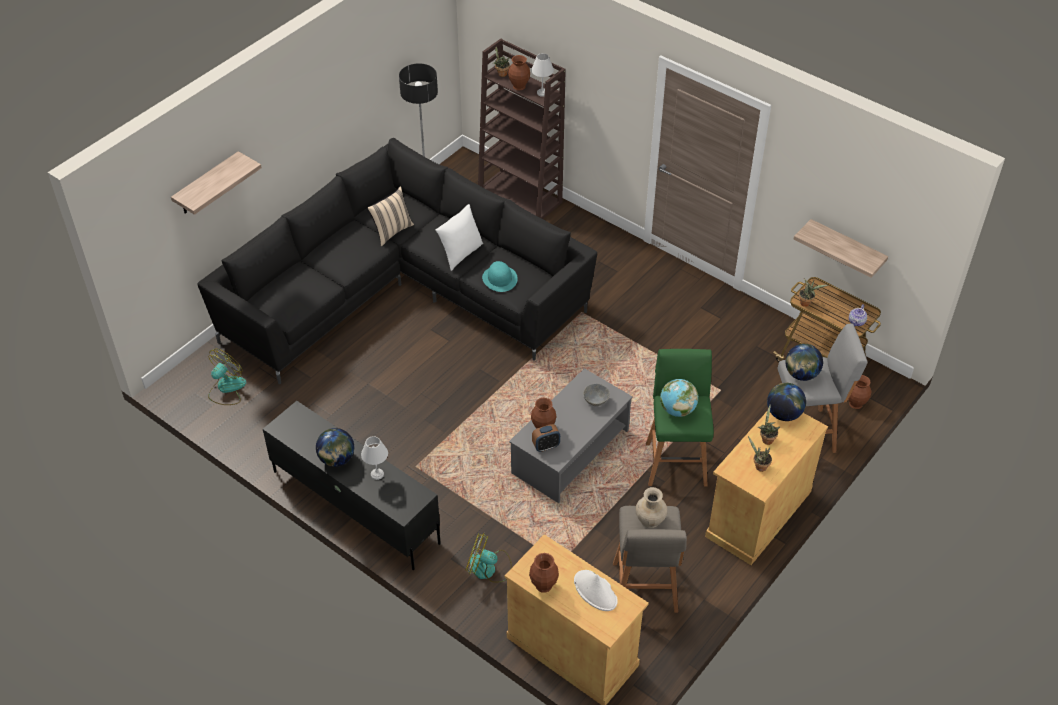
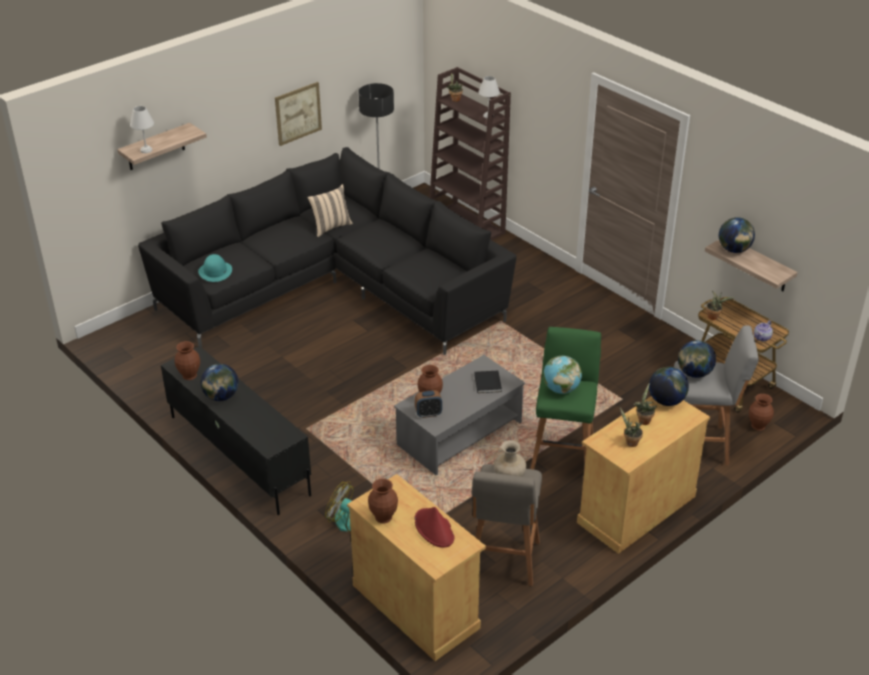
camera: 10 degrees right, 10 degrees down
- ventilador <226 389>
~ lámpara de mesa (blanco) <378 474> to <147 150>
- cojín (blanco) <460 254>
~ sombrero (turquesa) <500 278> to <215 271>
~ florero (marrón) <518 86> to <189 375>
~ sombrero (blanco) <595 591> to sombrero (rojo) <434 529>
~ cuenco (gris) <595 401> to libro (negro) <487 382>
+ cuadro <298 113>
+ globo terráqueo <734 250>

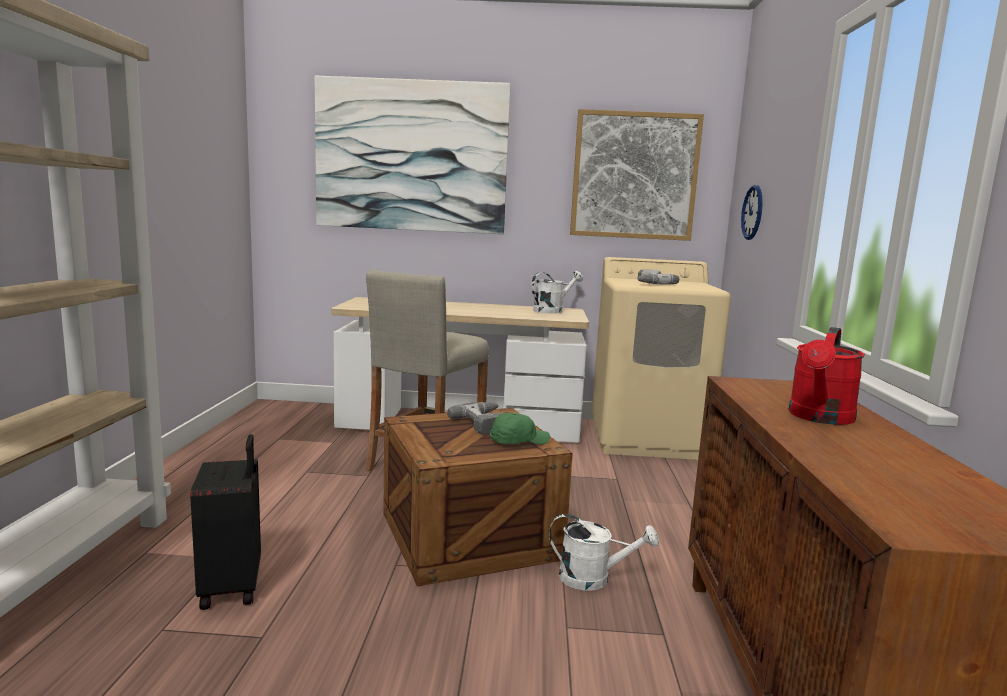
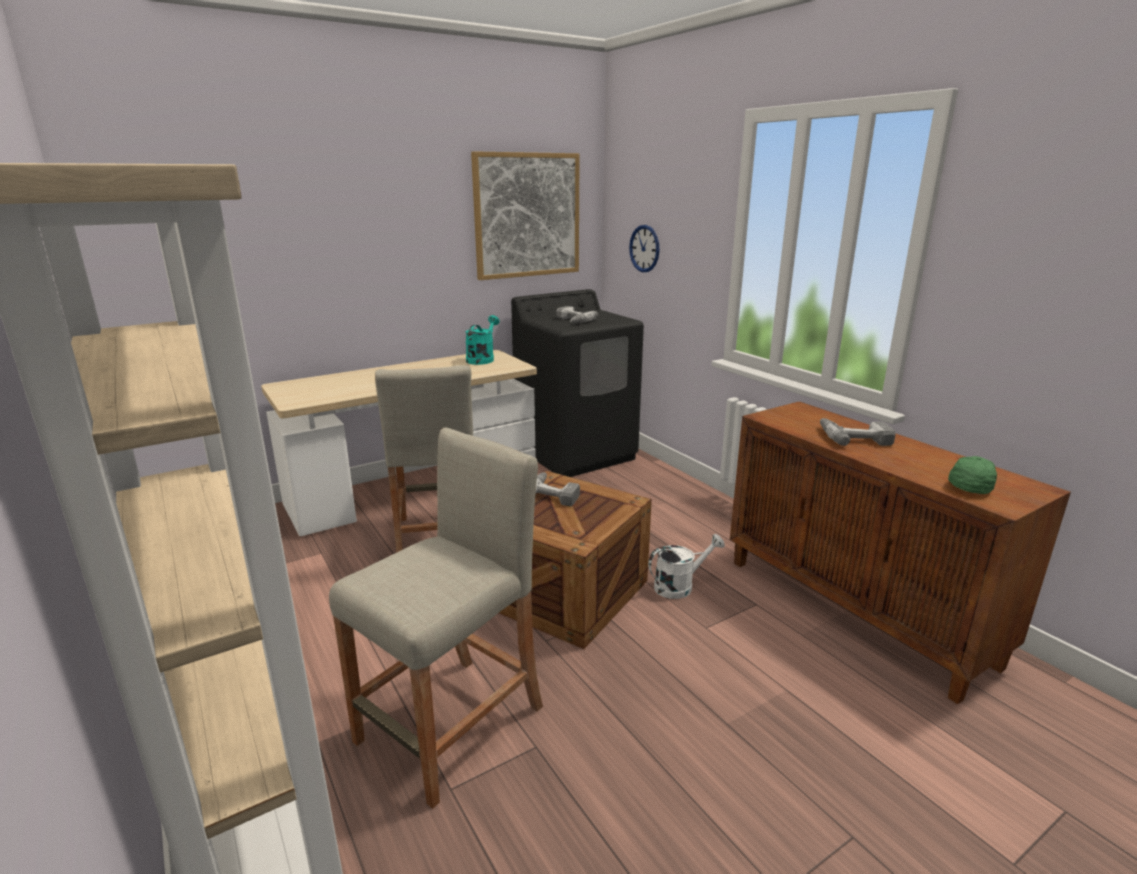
camera: 35 degrees left, 10 degrees up
~ maleta (negro) <233 587> to taburete (beis) <452 725>
- cuadro <411 156>
~ gorra (verde) <518 441> to <970 485>
~ regadera (blanco) <552 310> to regadera (turquesa) <482 359>
~ lavadora (beis) <647 438> to lavadora (negro) <576 453>
~ regadera (rojo) <819 418> to taladro <853 437>

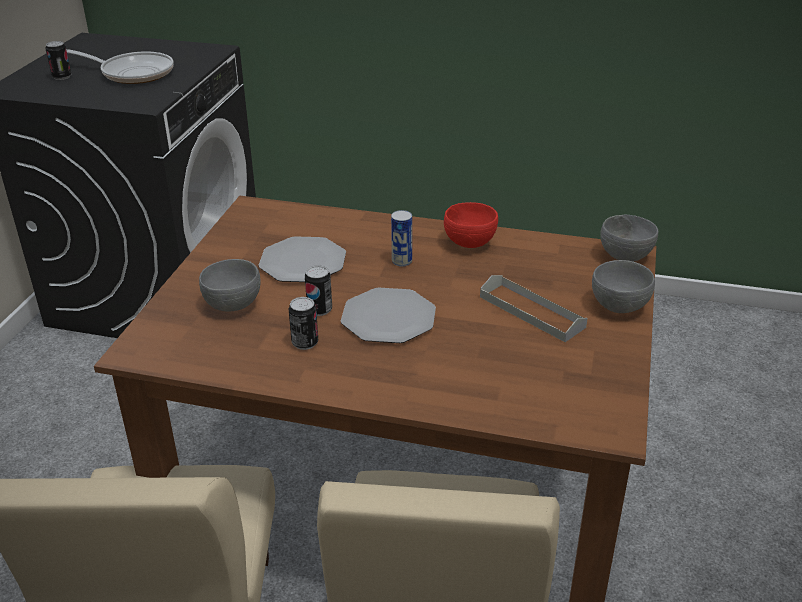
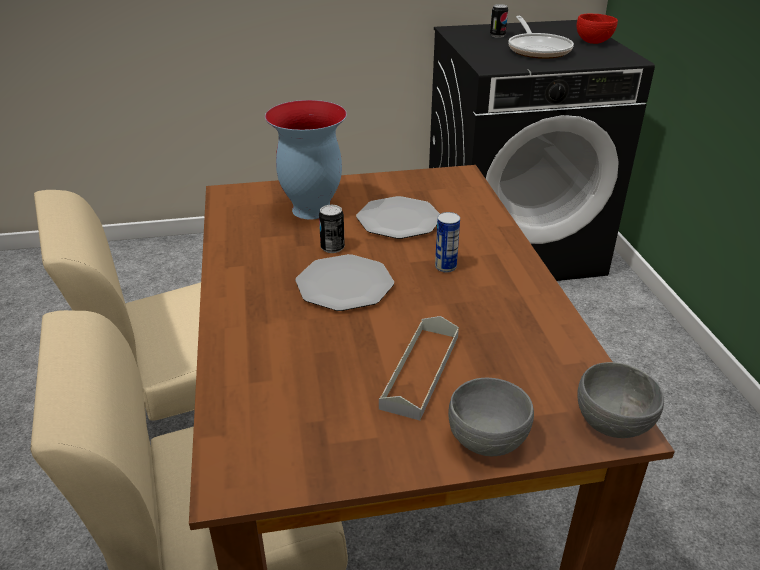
camera: 65 degrees right, 0 degrees up
~ cuenco (gris) <234 305> to florero <311 210>
- lata <305 343>
~ cuenco (rojo) <469 243> to <593 42>

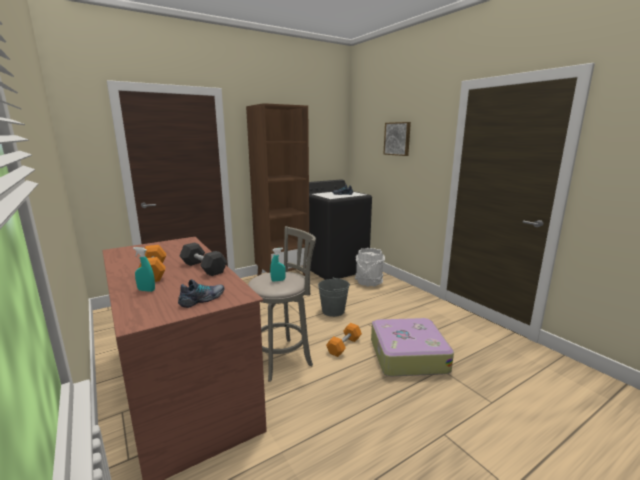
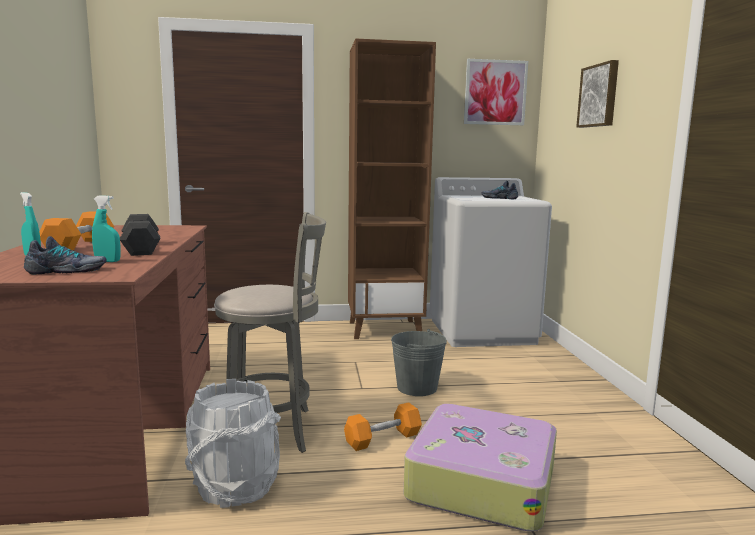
camera: 25 degrees right, 5 degrees down
~ pulverizador (turquesa) <278 280> to <107 261>
~ lavadora (negro) <334 268> to lavadora (blanco) <482 331>
~ cubo (blanco) <369 282> to <235 486>
+ cuadro <495 92>

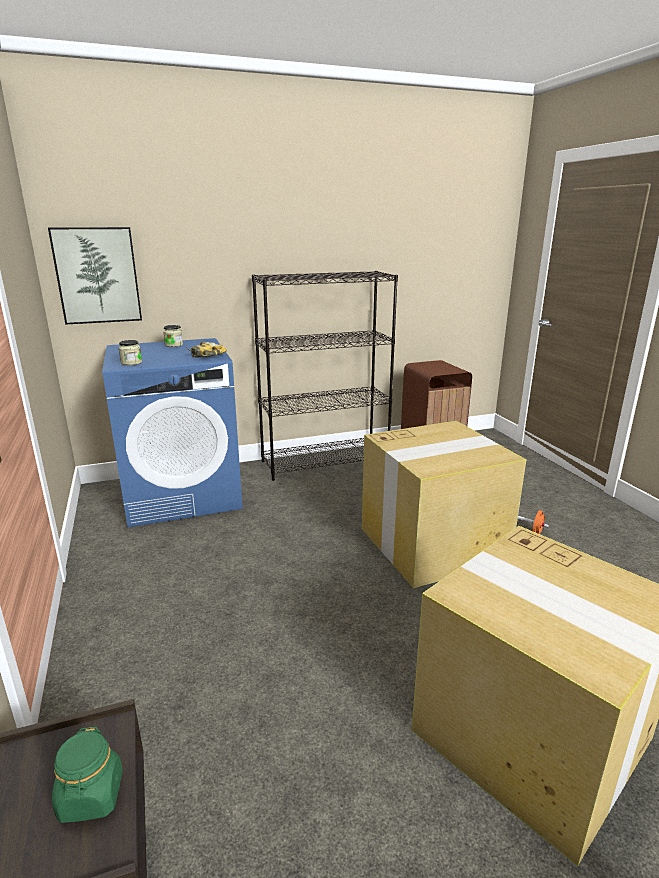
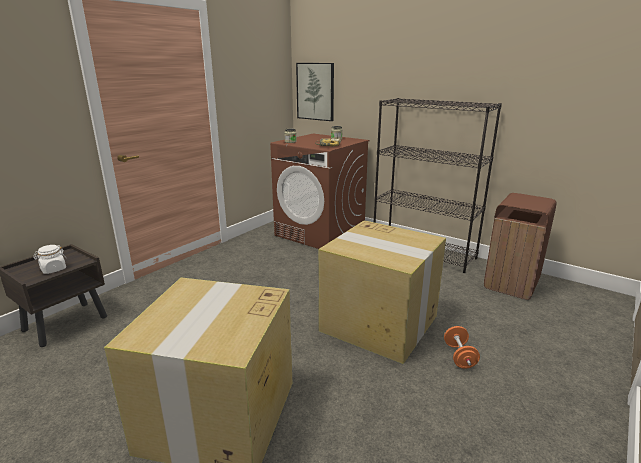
camera: 55 degrees right, 0 degrees up
~ tarro (verde) <91 796> to tarro (blanco) <53 269>
~ lavadora (azul) <183 494> to lavadora (marrón) <320 233>

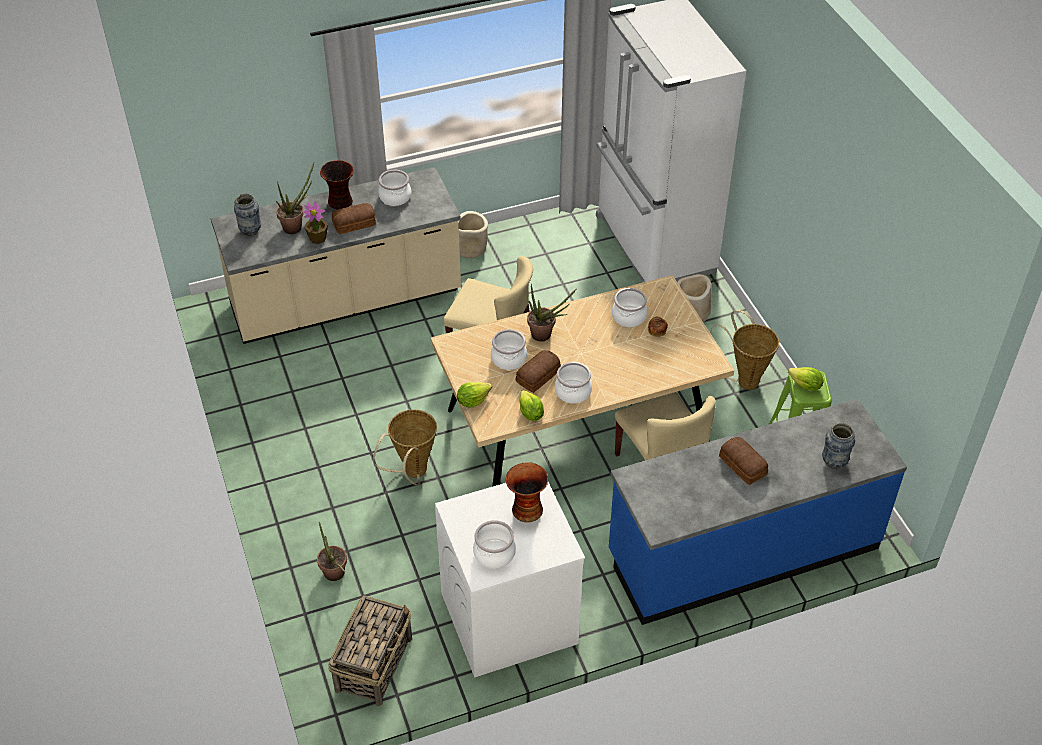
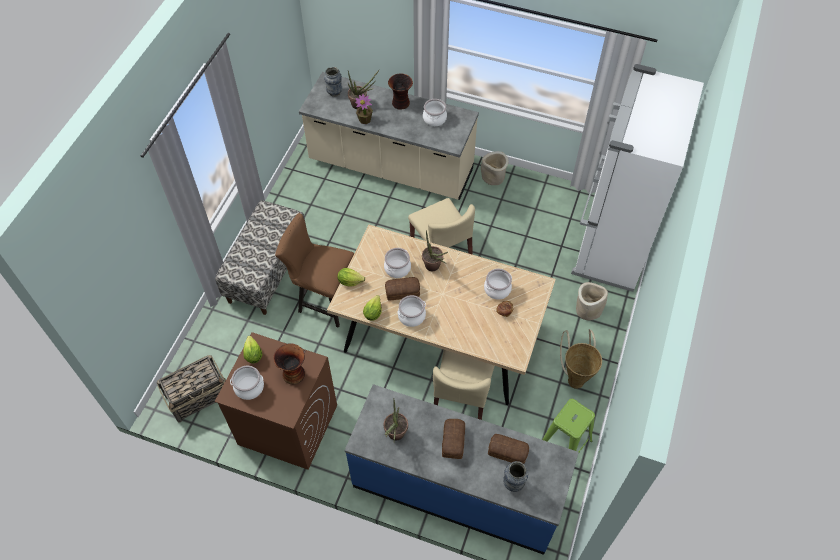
camera: 40 degrees right, 10 degrees up
~ planta en maceta <335 576> to <395 436>
~ pan <355 224> to <508 452>
~ cesta <412 474> to silla (marrón) <323 299>
~ lavadora (blanco) <508 619> to lavadora (marrón) <287 425>
~ lechuga <805 386> to <253 355>
+ banco <267 270>

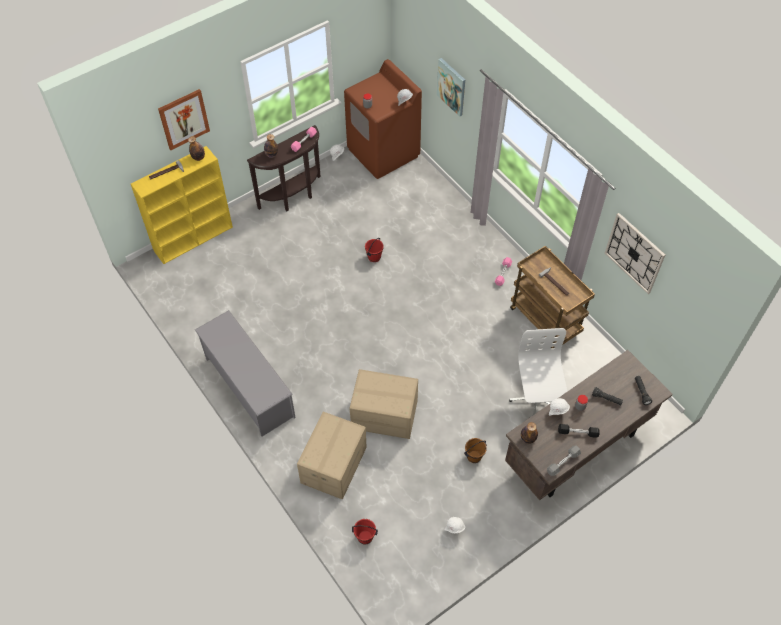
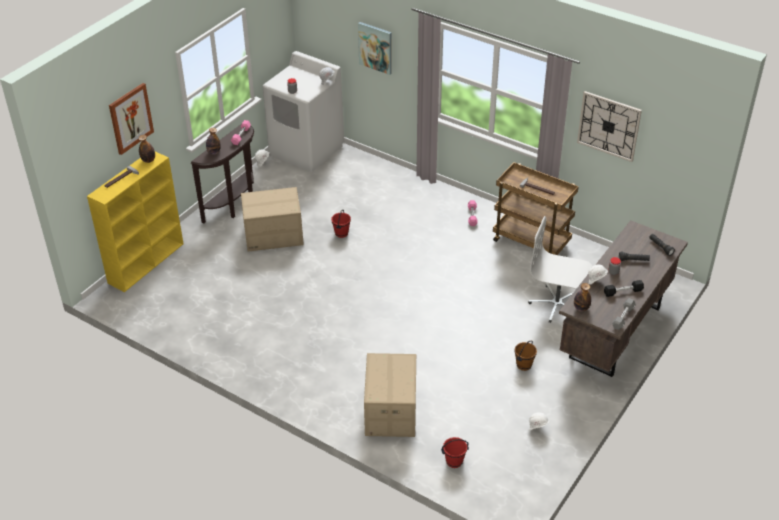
camera: 20 degrees left, 15 degrees down
- zapatero (gris) <249 387>
~ lavadora (marrón) <383 153> to lavadora (blanco) <307 150>
~ caja de cartón <384 415> to <273 235>
~ silla de oficina (blanco) <536 399> = <556 304> 45 degrees counterclockwise

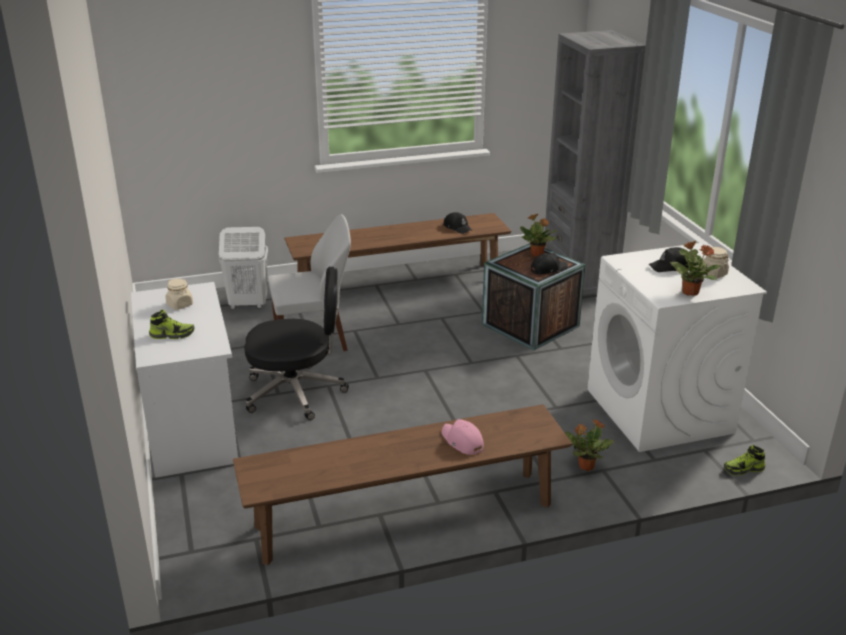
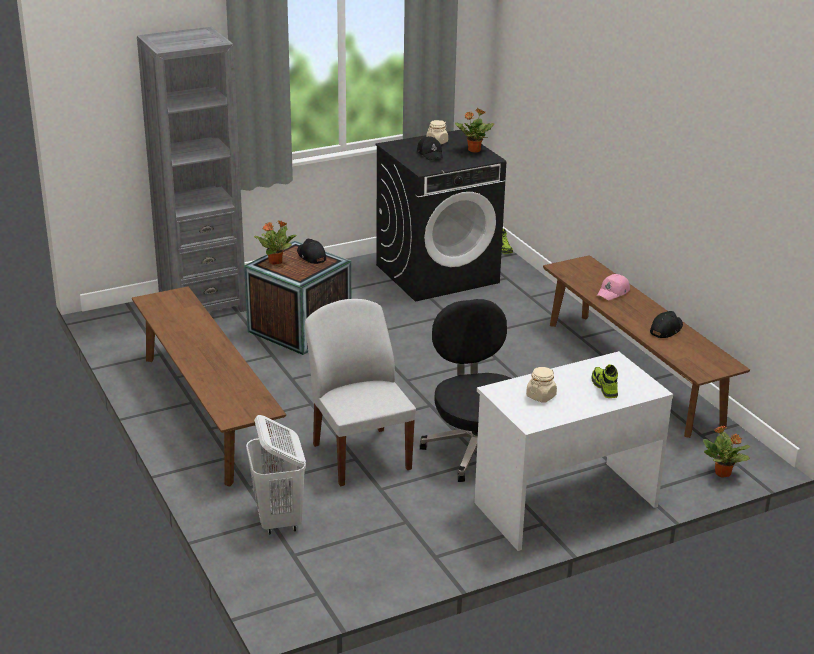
camera: 100 degrees left, 0 degrees up
~ gorra (negro) <457 227> to <666 329>
~ planta en maceta <585 466> to <723 473>
~ lavadora (blanco) <660 411> to lavadora (negro) <437 273>

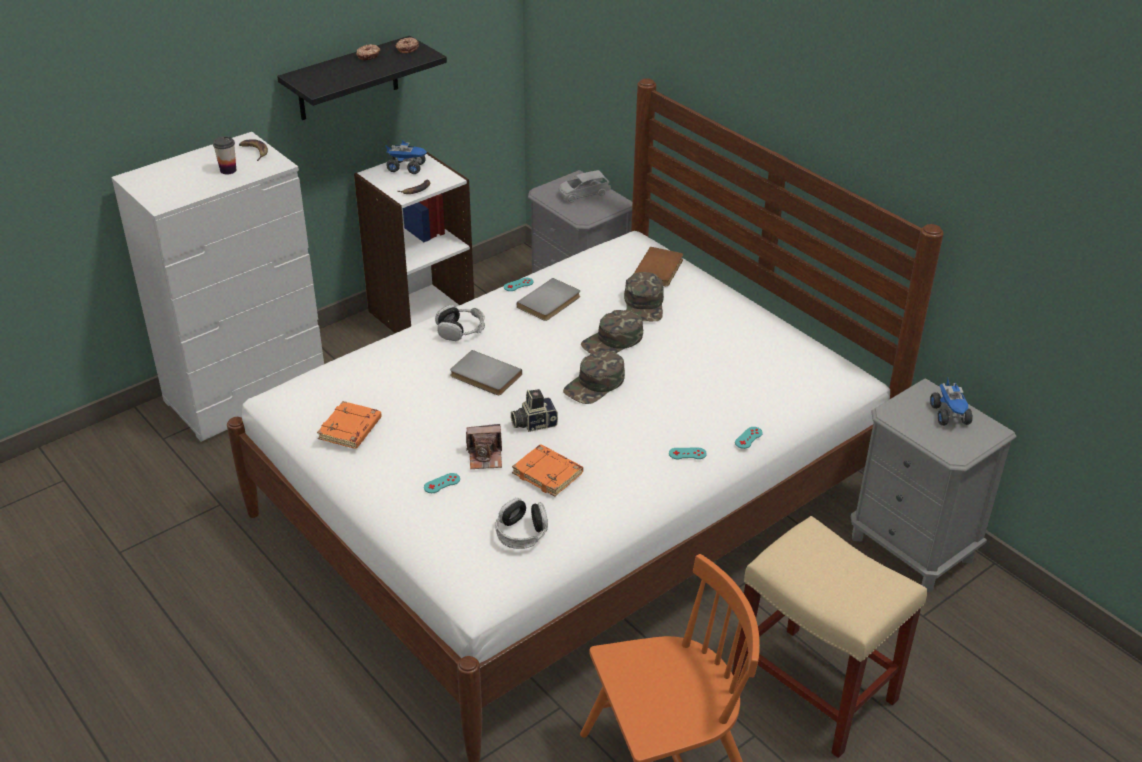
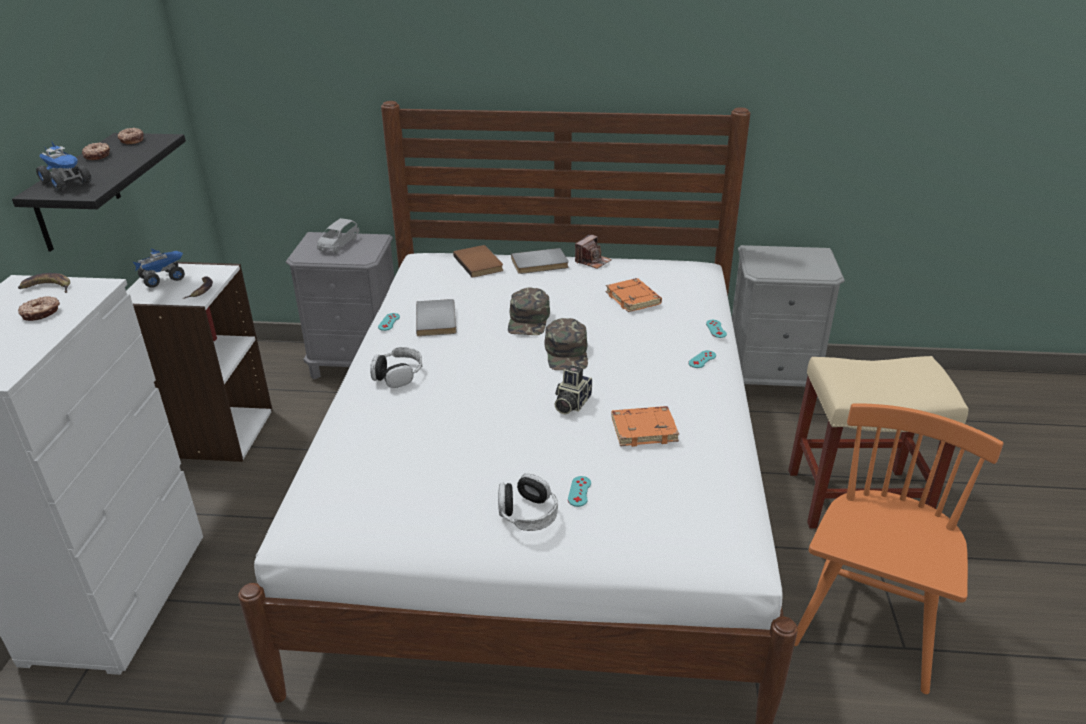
camera: 45 degrees left, 5 degrees down
~ taza <228 170> to rosquilla <41 313>
~ libro (naranja) <350 430> to <634 299>
~ libro (gris) <484 376> to <540 264>
~ cámara <485 457> to <592 261>
~ auriculares <522 532> to <527 513>
- gorra (verde) <644 305>
~ camión de juguete <950 415> to <67 183>

